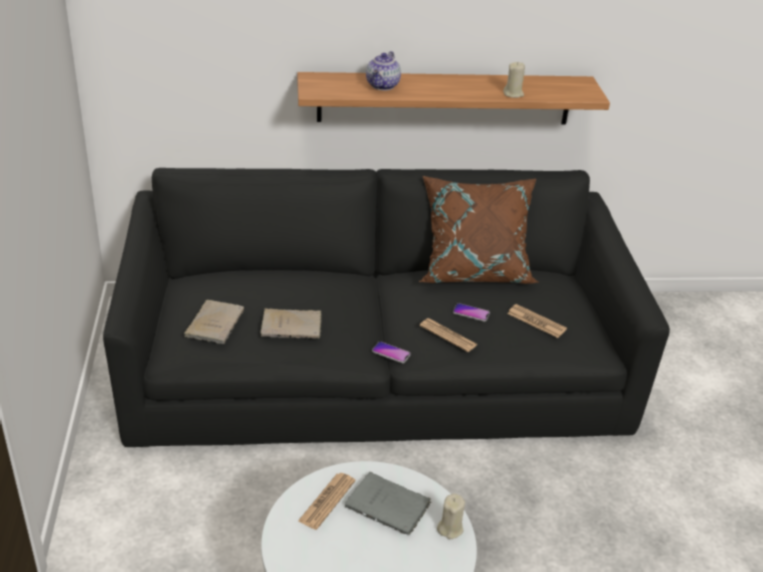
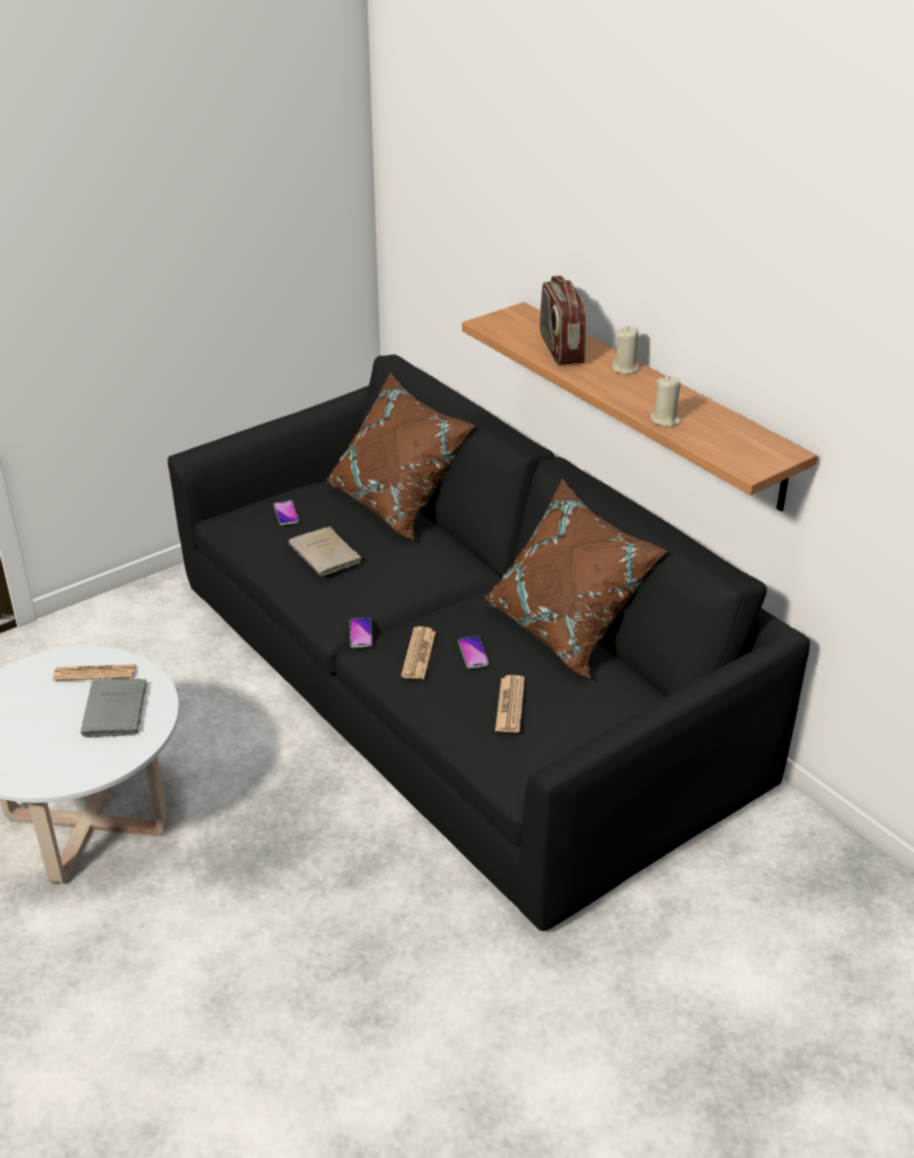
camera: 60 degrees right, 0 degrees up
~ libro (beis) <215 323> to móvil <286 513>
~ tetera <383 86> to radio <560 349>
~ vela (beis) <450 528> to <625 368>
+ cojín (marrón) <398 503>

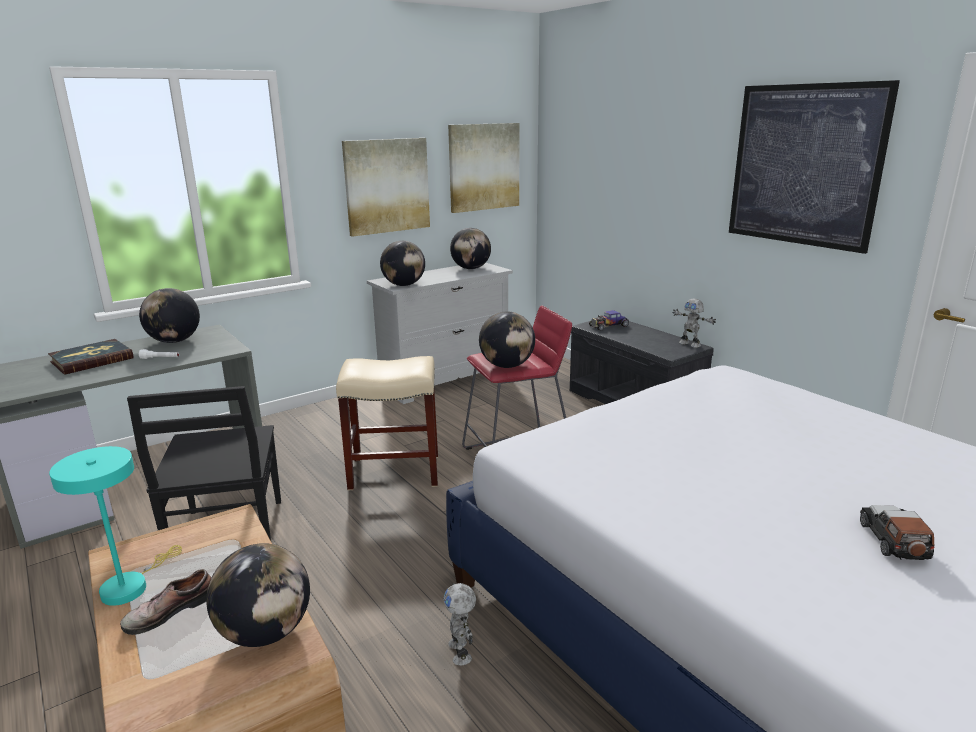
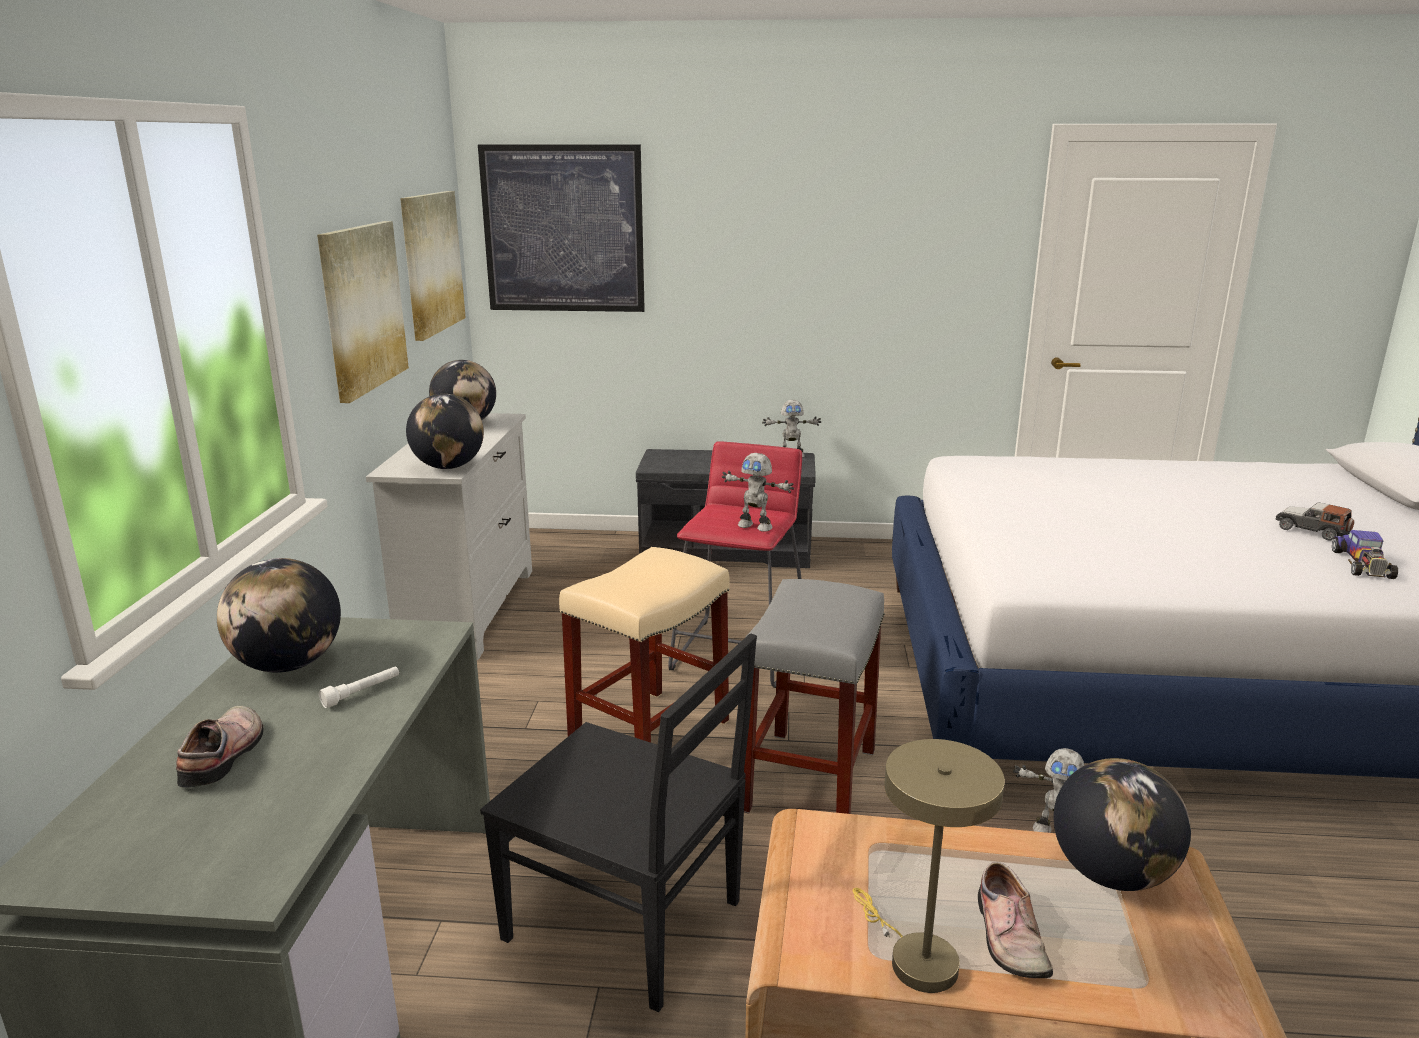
camera: 50 degrees left, 0 degrees up
~ libro <92 360> to zapato <226 755>
~ lámpara de mesa (turquesa) <130 586> to lámpara de mesa (beis) <915 958>
~ globo terráqueo <507 366> to robot de juguete <755 526>
~ coche de juguete <608 326> to <1363 564>
~ cuadro <804 165> to <563 229>
+ taburete (gris) <808 778>

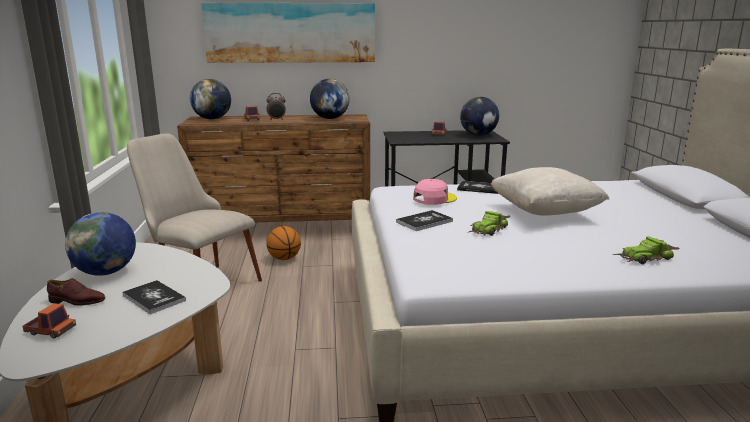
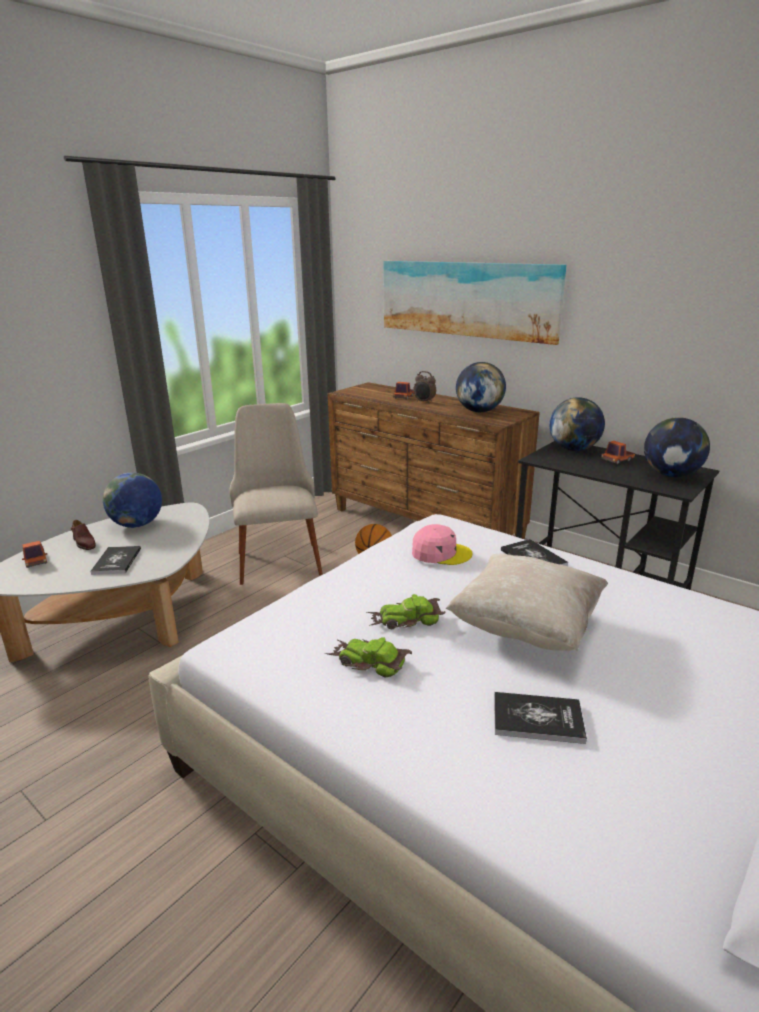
camera: 45 degrees right, 5 degrees up
~ globo terráqueo <212 119> to <573 449>
~ libro <424 222> to <537 719>
~ coche de juguete <645 258> to <368 662>

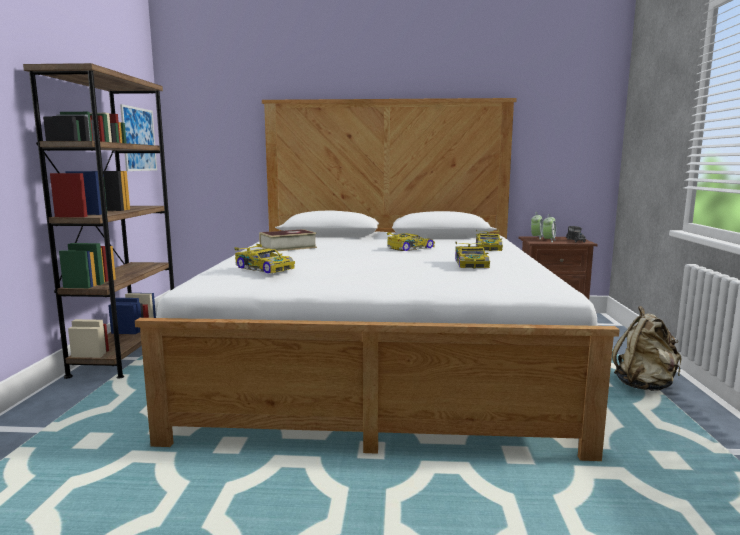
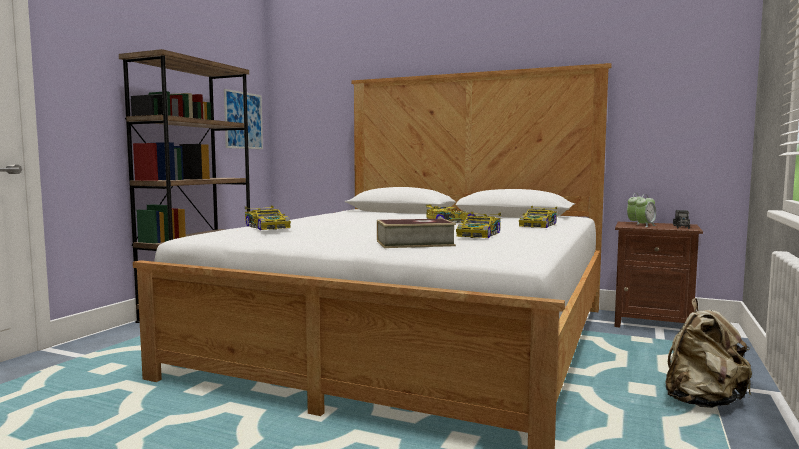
camera: 20 degrees right, 5 degrees down
~ libro <288 247> to <415 243>

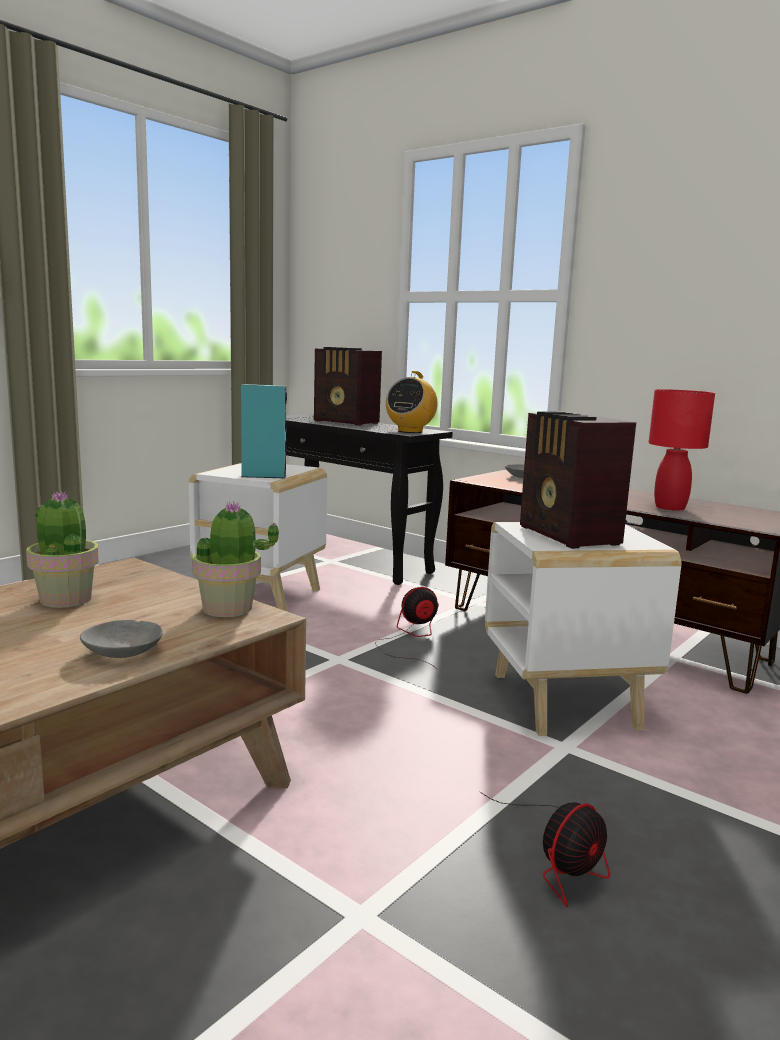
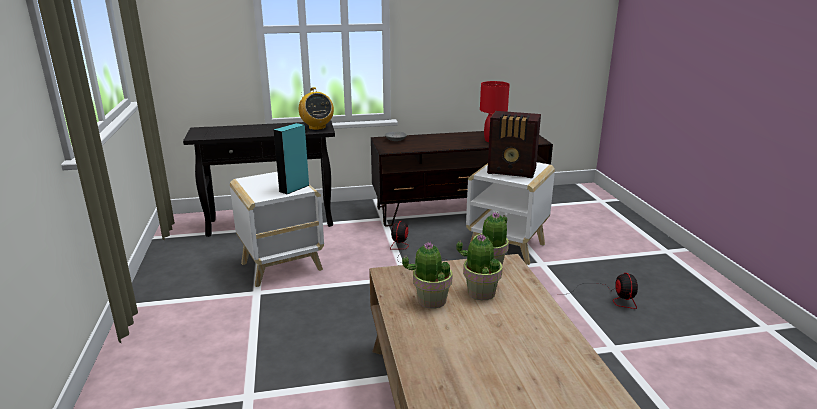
camera: 50 degrees left, 10 degrees up
- cuenco (gris) <124 651>
- radio <346 422>
+ planta en maceta <481 292>

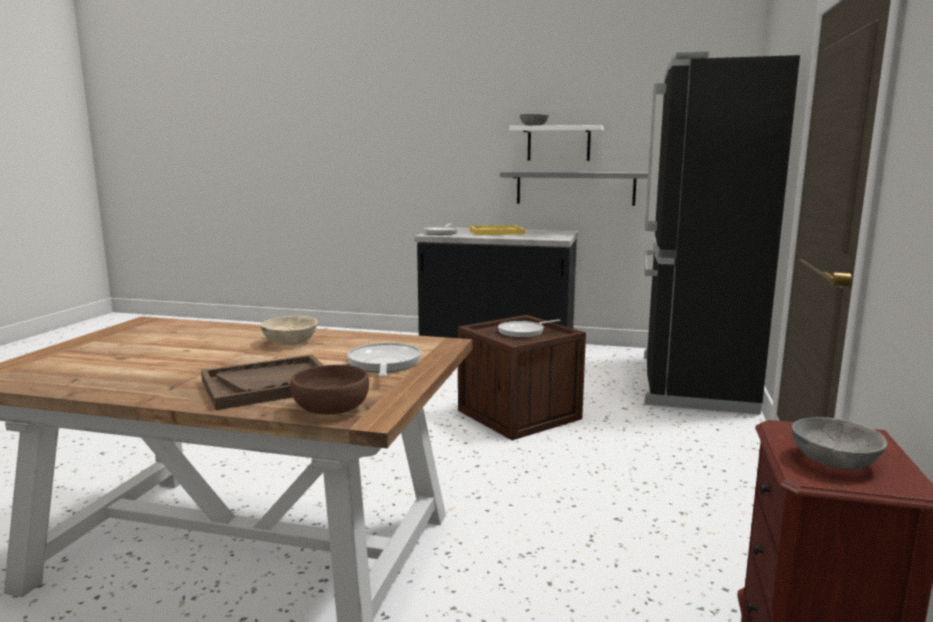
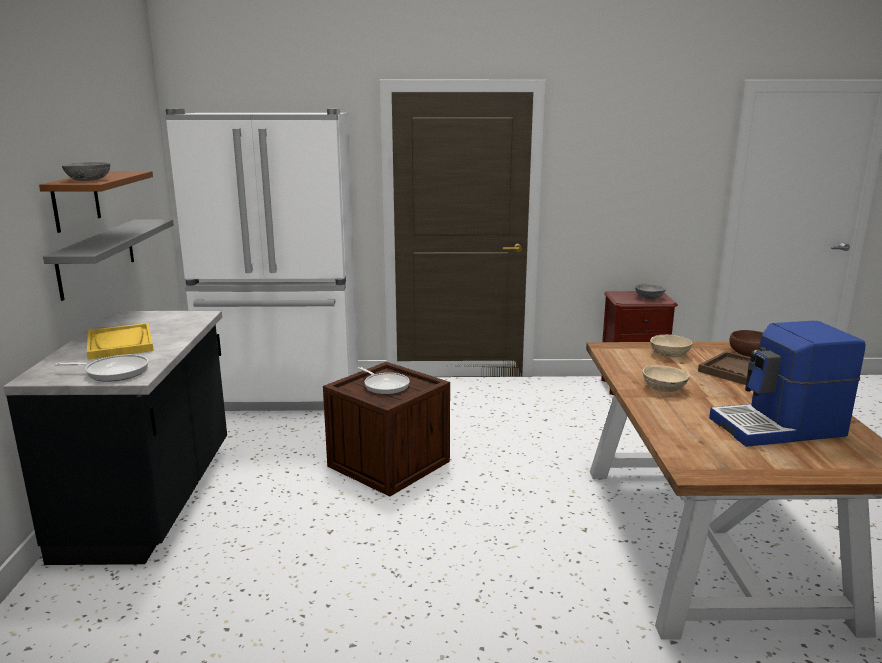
camera: 105 degrees left, 5 degrees up
~ sartén <384 364> to cuenco (beis) <670 354>
~ estante (blanco) <558 143> to estante (marrón) <75 201>
~ nevera (negro) <692 383> to nevera (blanco) <284 396>
+ cafetera <779 428>

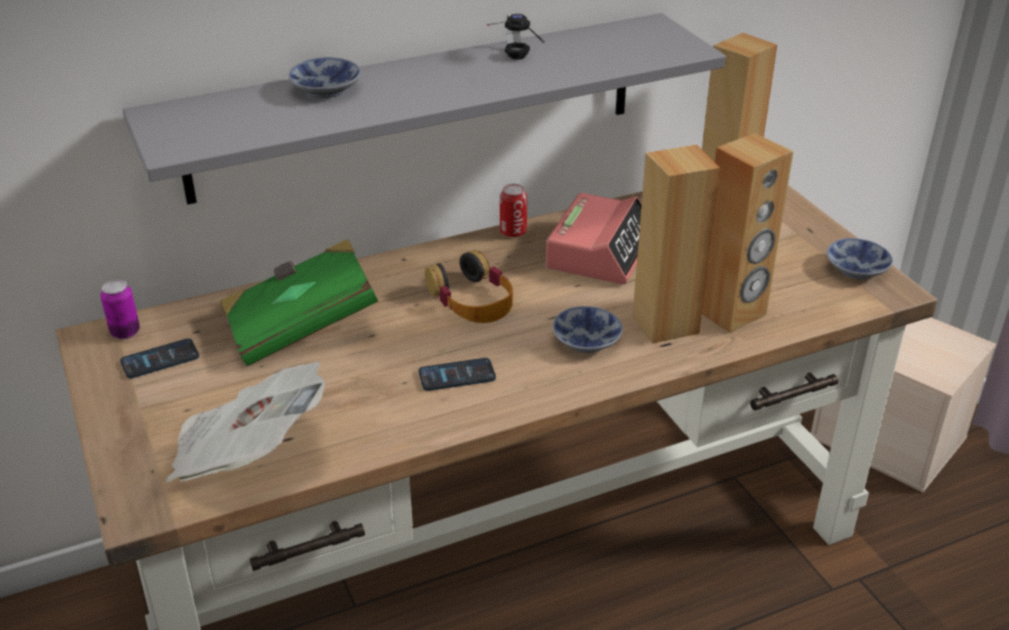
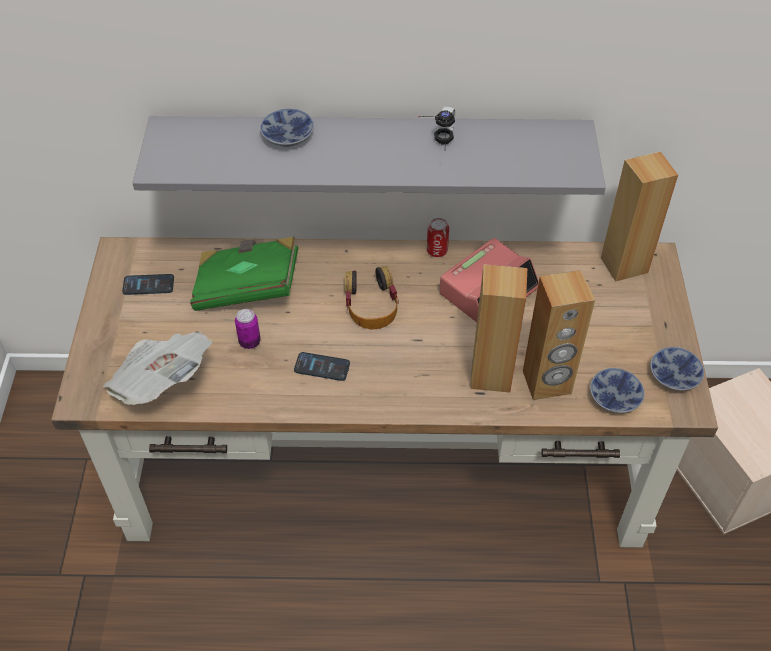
camera: 25 degrees right, 15 degrees up
~ lata <125 332> to <249 342>
~ cuenco <584 340> to <613 396>

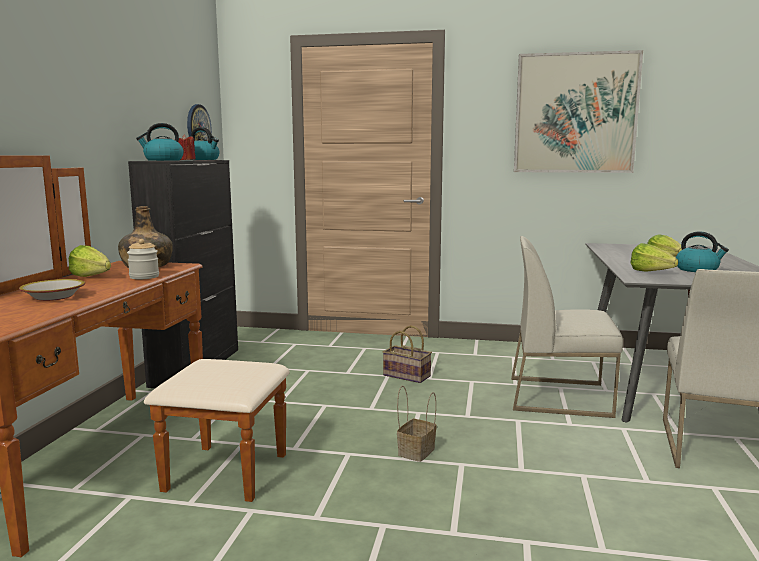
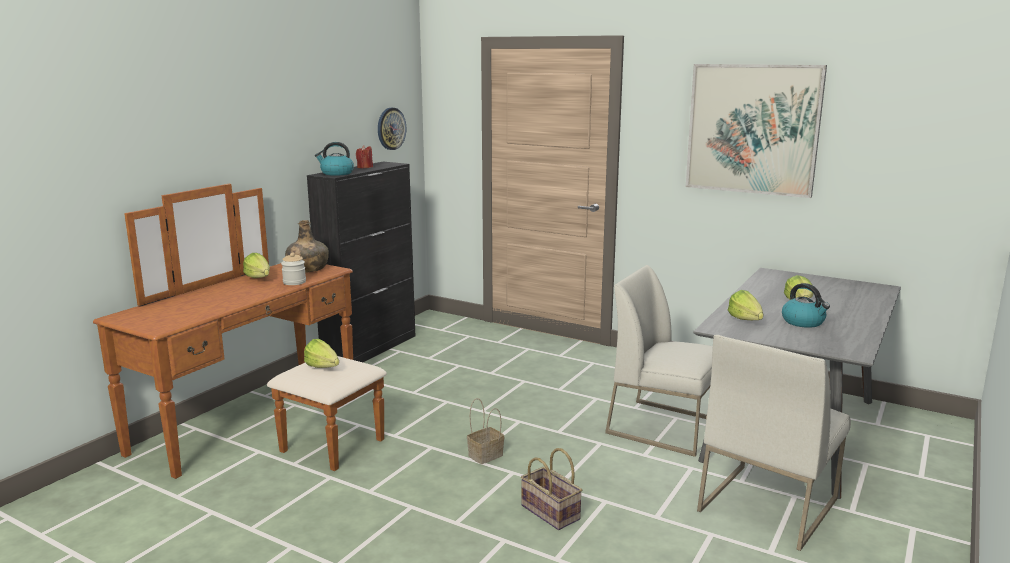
camera: 20 degrees right, 5 degrees up
- cuenco <53 297>
- hervidor <203 159>
~ cesta <408 375> to <552 512>
+ lechuga <324 369>

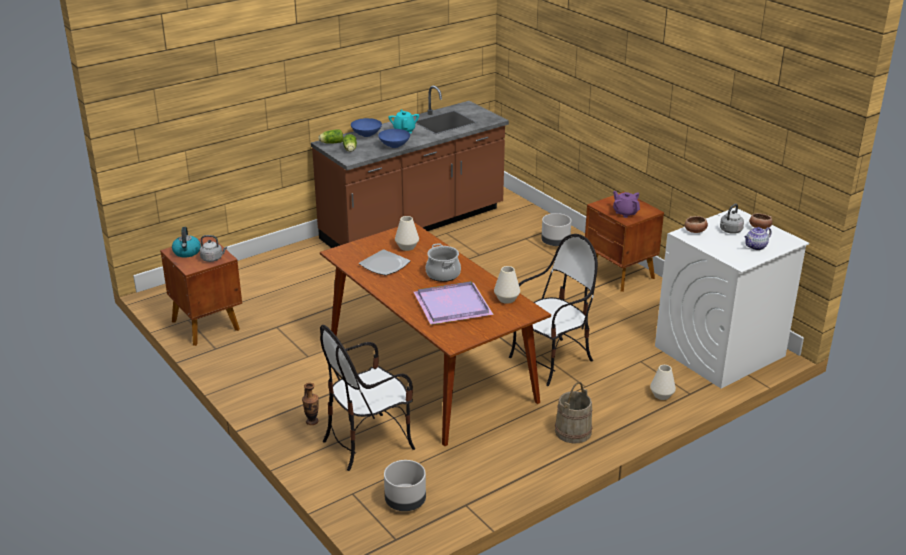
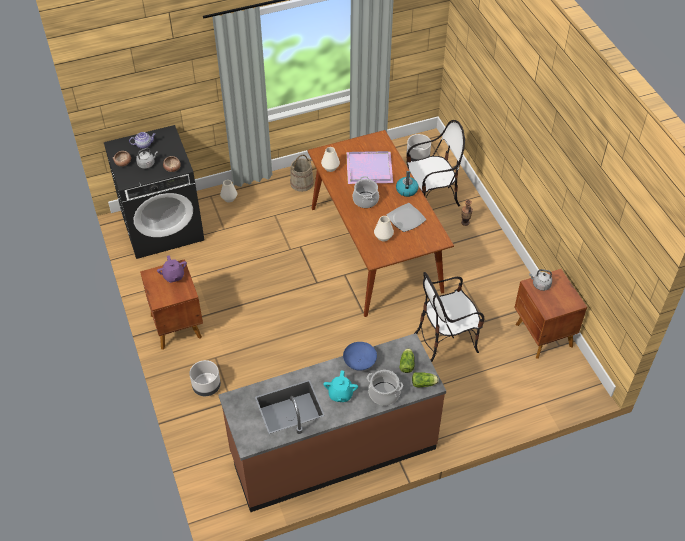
camera: 165 degrees left, 20 degrees up
~ hervidor <187 252> to <406 190>
~ cuenco (azul) <366 135> to olla <384 393>
~ silla <551 361> to <446 340>
~ lavadora (blanco) <719 351> to lavadora (negro) <163 226>

